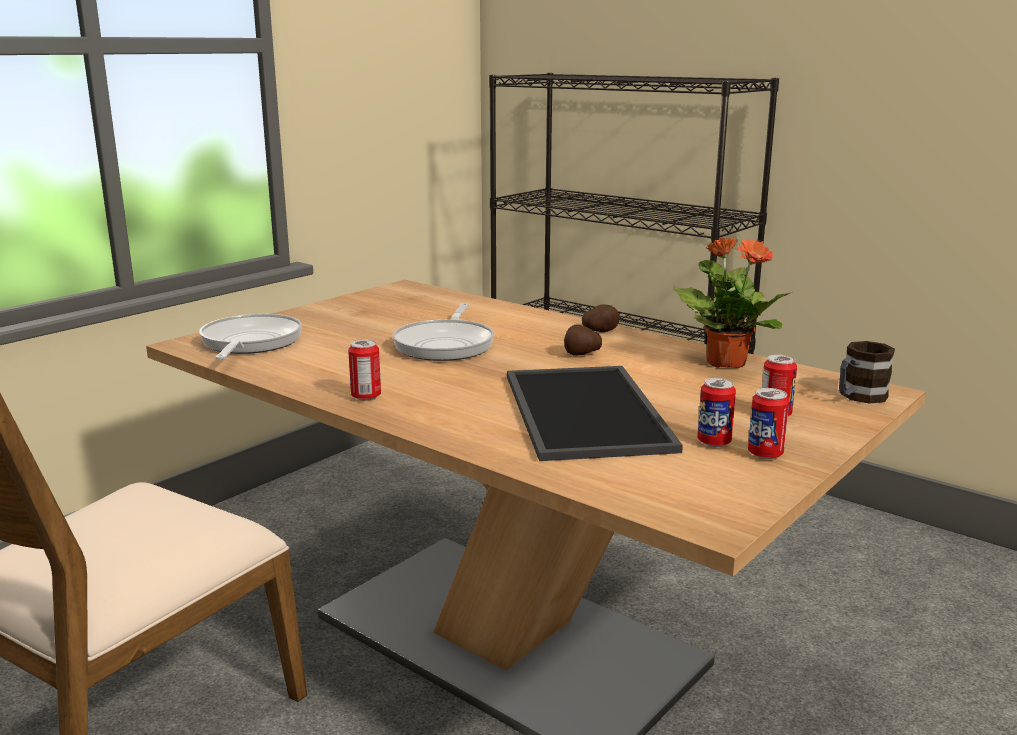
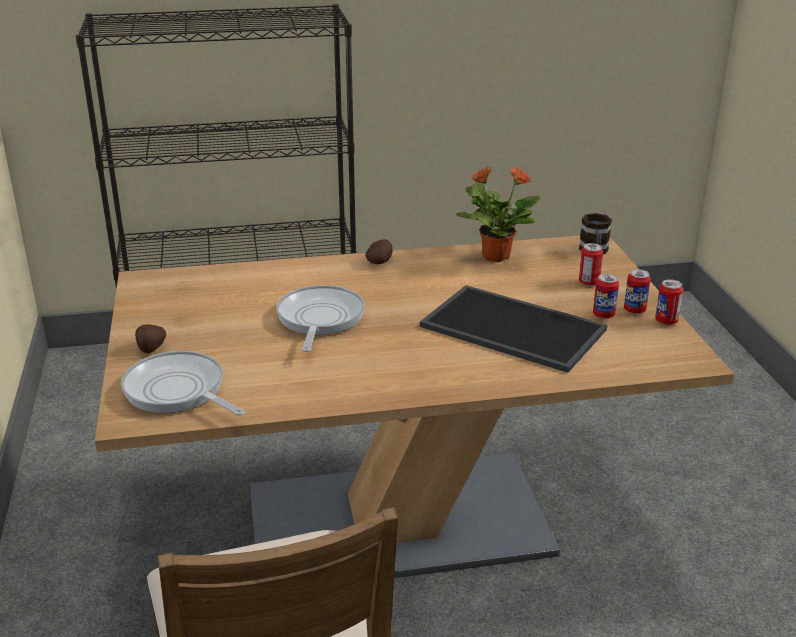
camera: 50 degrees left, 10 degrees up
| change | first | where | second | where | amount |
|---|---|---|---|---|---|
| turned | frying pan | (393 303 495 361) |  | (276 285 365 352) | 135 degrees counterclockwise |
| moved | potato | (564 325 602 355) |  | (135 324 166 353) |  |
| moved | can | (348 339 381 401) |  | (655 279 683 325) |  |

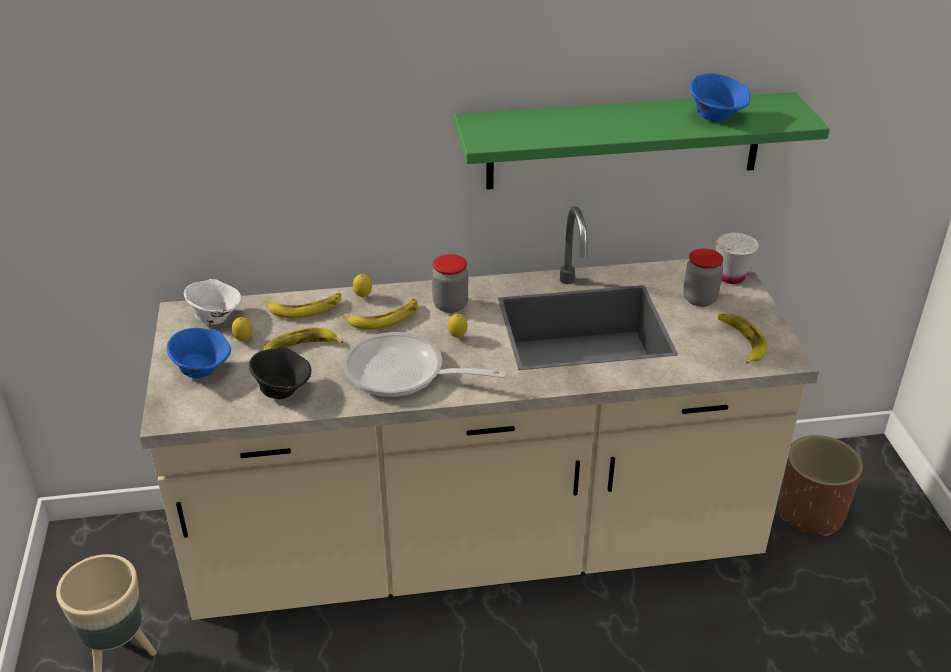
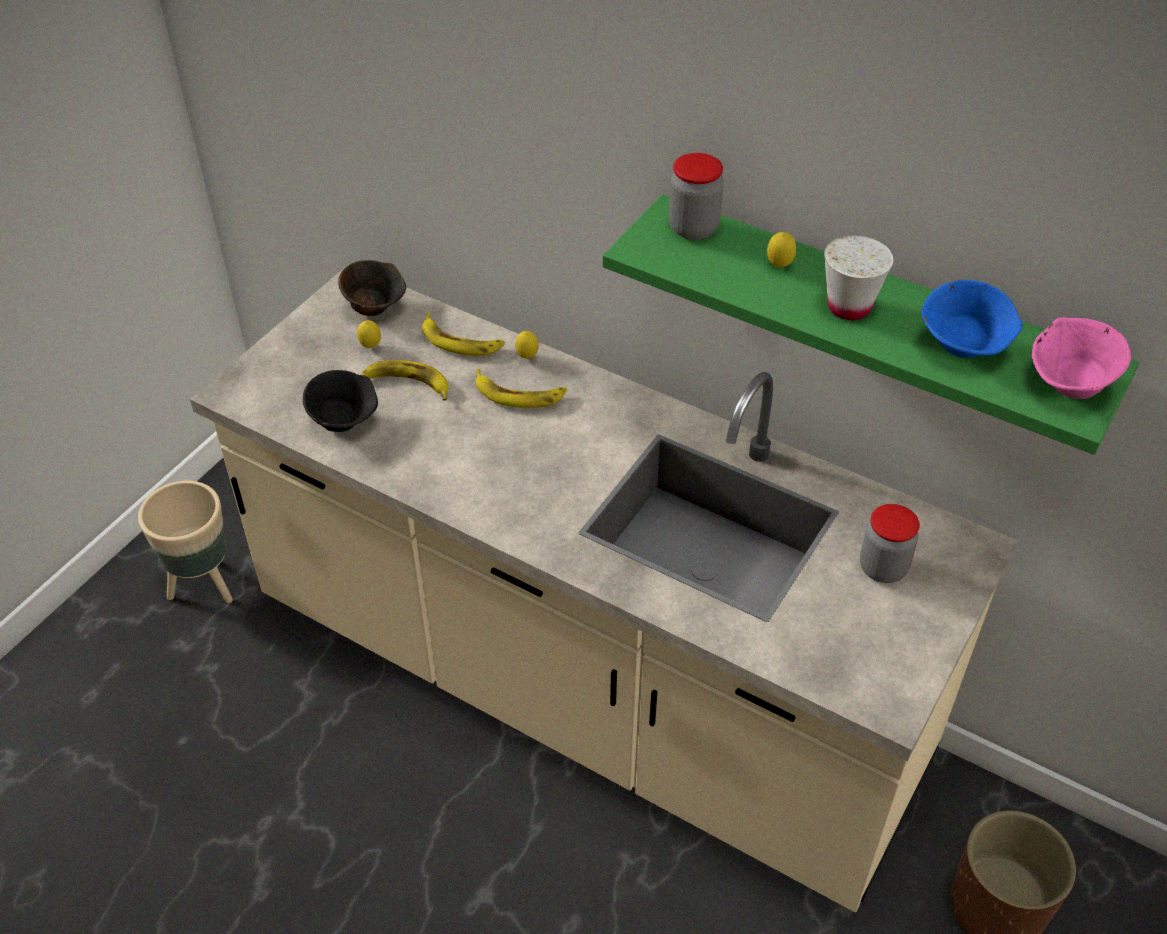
camera: 40 degrees right, 10 degrees up
| change | first | where | second | where | amount |
|---|---|---|---|---|---|
| moved | white cup | (716 232 758 284) |  | (824 236 893 320) |  |
| moved | jar | (432 254 468 313) |  | (669 153 724 240) |  |
| recoloured | white bowl | (184 279 242 325) | brown bowl | (338 260 406 316) |  |
| moved | lemon | (448 314 468 338) |  | (767 232 796 267) |  |
| removed | banana | (718 314 767 364) |  |  |  |
| removed | blue bowl | (167 328 231 378) |  |  |  |
| removed | frying pan | (343 332 507 397) |  |  |  |
| added |  |  | pink bowl | (1032 317 1131 399) |  |

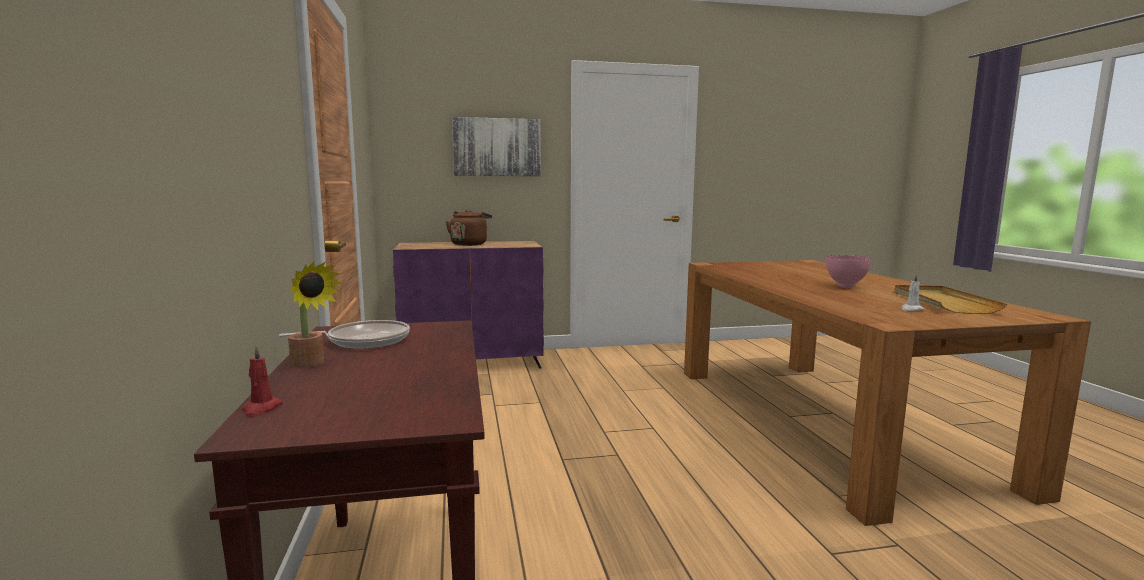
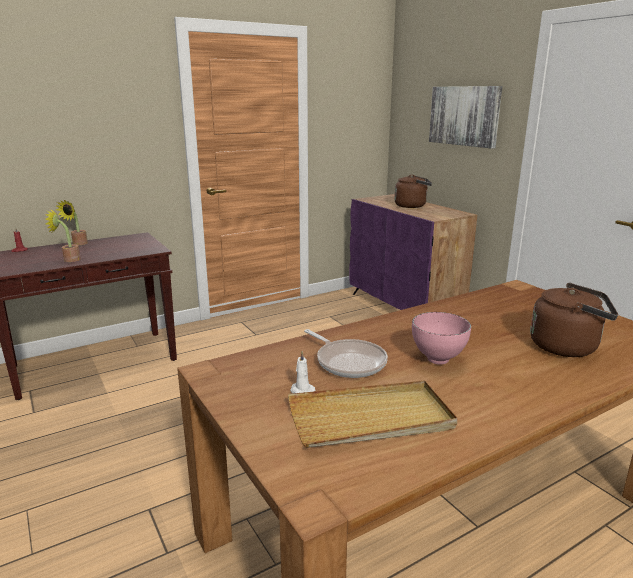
camera: 70 degrees right, 10 degrees up
| change | first | where | second | where | amount |
|---|---|---|---|---|---|
| moved | frying pan | (279 320 410 348) |  | (304 329 388 378) |  |
| added |  |  | potted plant | (45 209 81 262) |  |
| added |  |  | brown kettle | (530 283 618 357) |  |

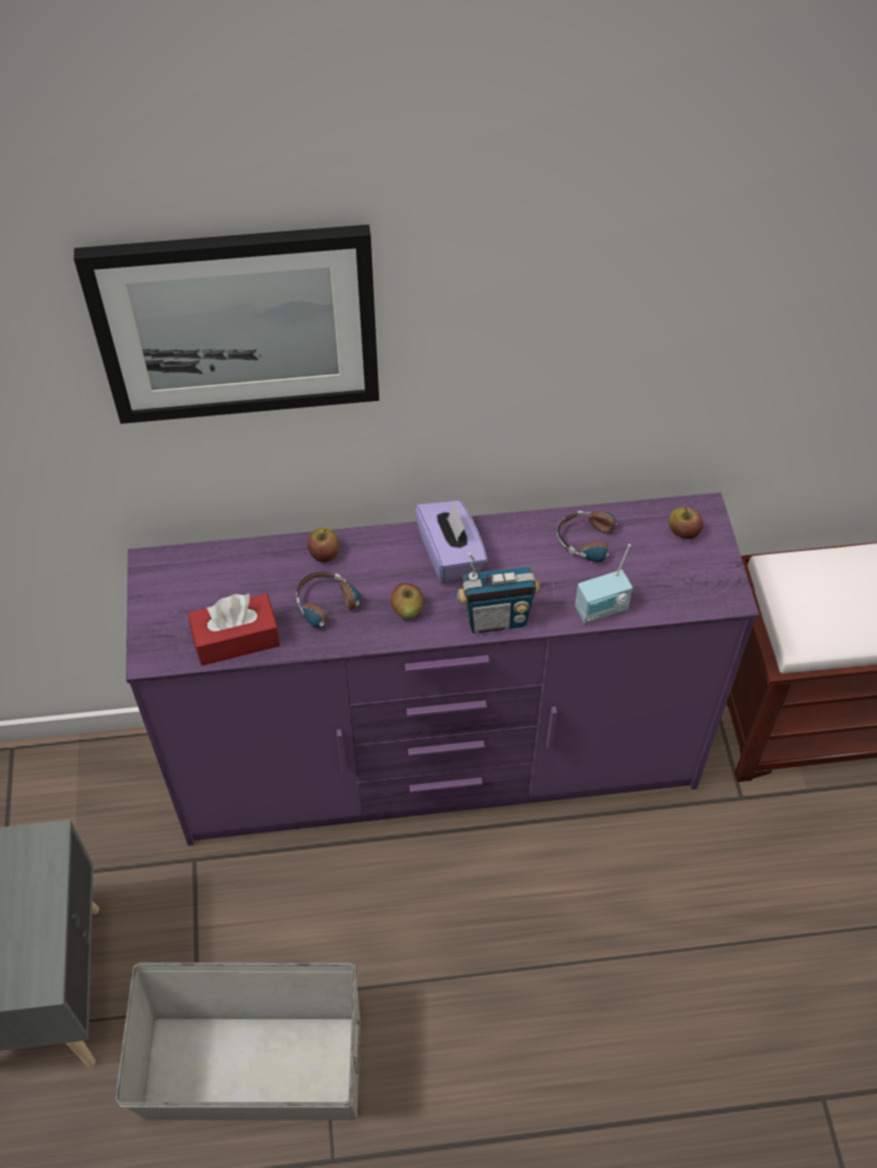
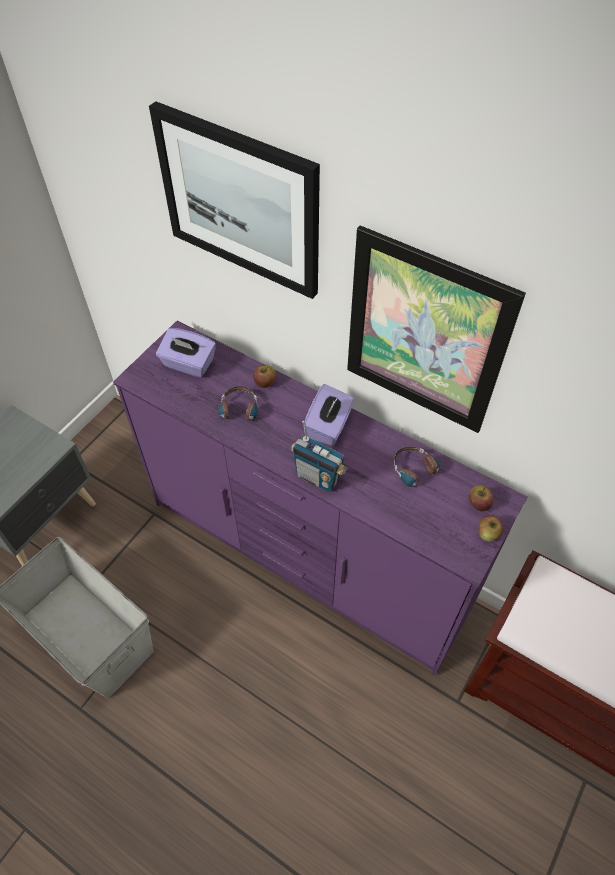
camera: 40 degrees right, 0 degrees up
| change | first | where | second | where | amount |
|---|---|---|---|---|---|
| removed | radio | (575 544 633 623) |  |  |  |
| moved | apple | (390 583 424 619) |  | (478 515 504 542) |  |
| removed | red tissue box | (188 593 280 666) |  |  |  |
| added |  |  | picture | (347 225 526 433) |  |
| added |  |  | purple tissue box | (156 328 216 378) |  |

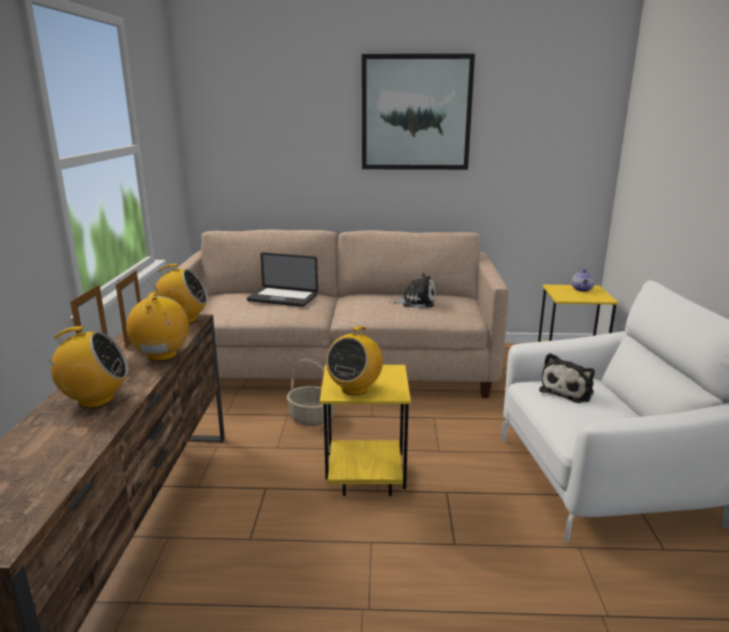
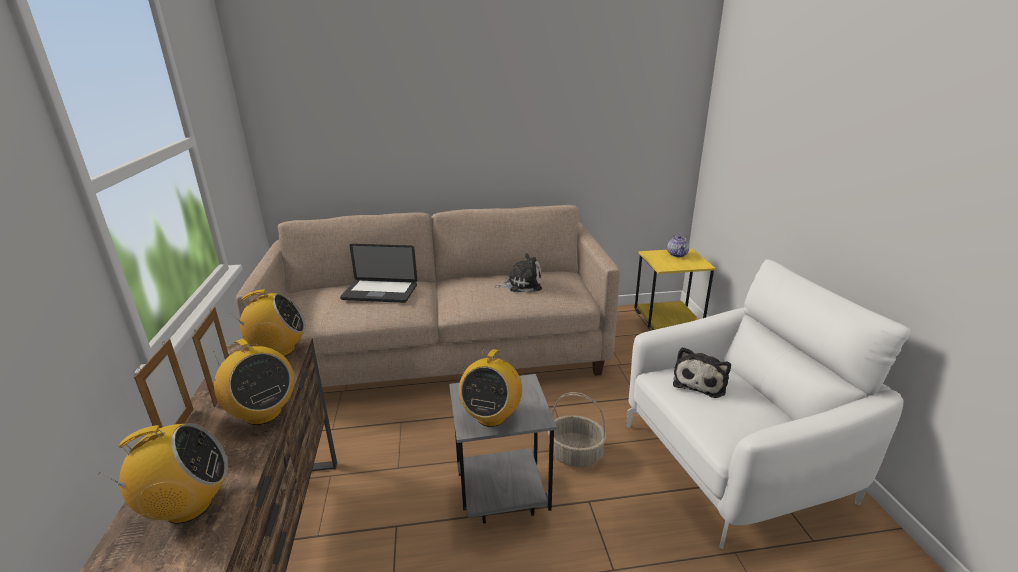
camera: 10 degrees left, 5 degrees up
| change | first | where | second | where | amount |
|---|---|---|---|---|---|
| removed | picture | (362 54 475 170) |  |  |  |
| turned | radio | (126 292 189 361) |  | (213 339 294 425) | 150 degrees clockwise |
| moved | basket | (287 358 334 426) |  | (547 392 606 467) |  |
| recoloured | yellow side table | (320 365 411 496) | grey side table | (449 374 557 524) |  |

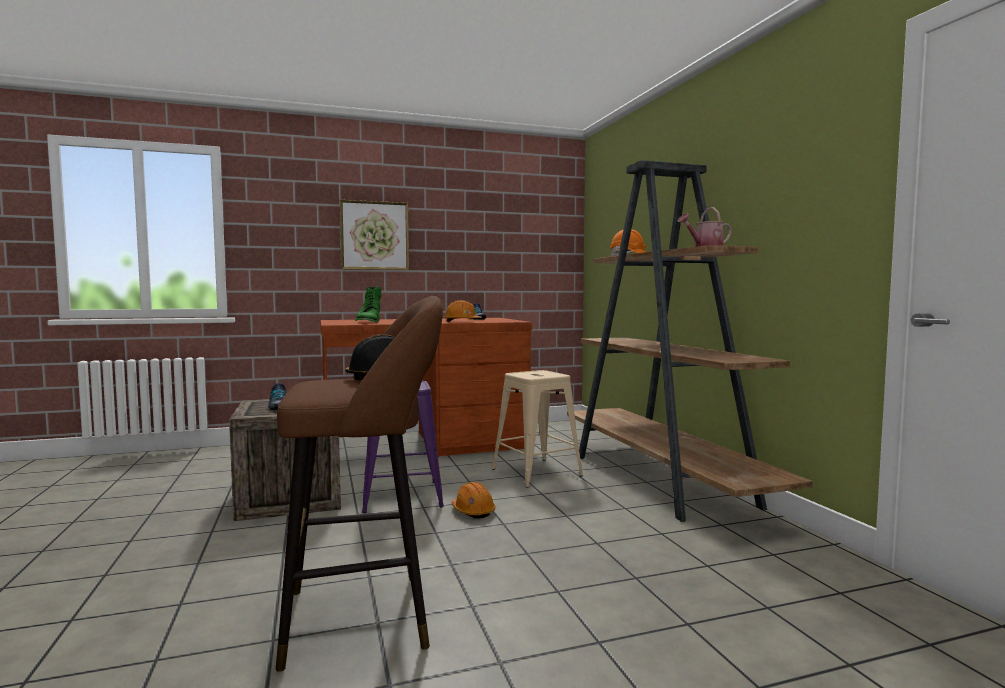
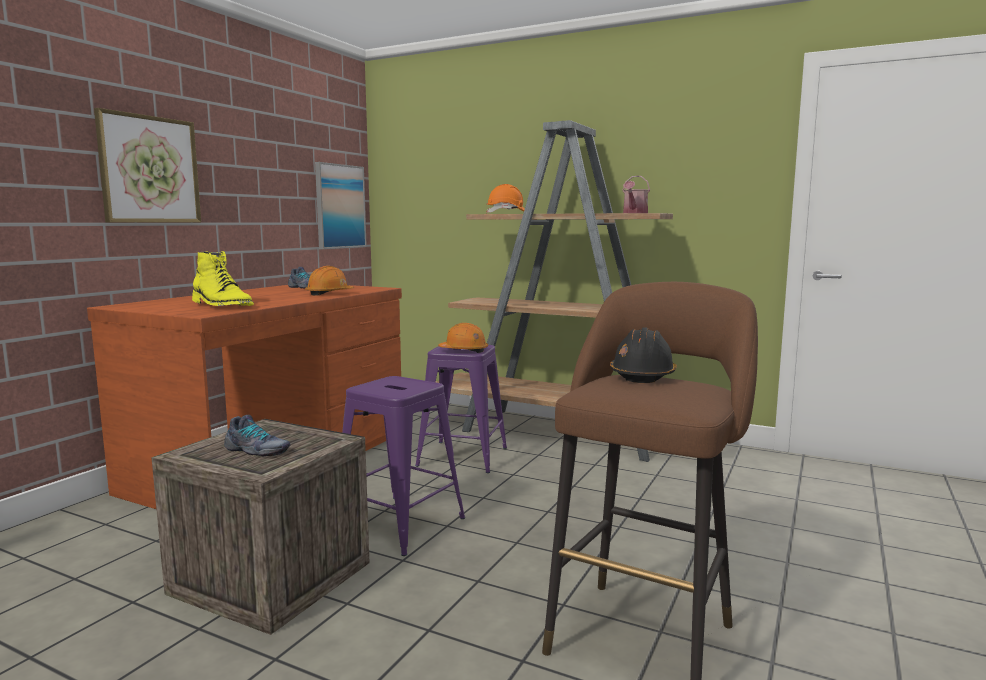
camera: 45 degrees left, 5 degrees up
| change | first | where | second | where | amount |
|---|---|---|---|---|---|
| recoloured | green boot | (355 286 382 323) | yellow boot | (192 251 254 306) |  |
| recoloured | beige stool | (492 370 583 488) | purple stool | (415 345 507 473) |  |
| moved | orange hard hat | (452 482 495 519) |  | (438 323 488 353) |  |
| added |  |  | picture | (315 162 367 249) |  |

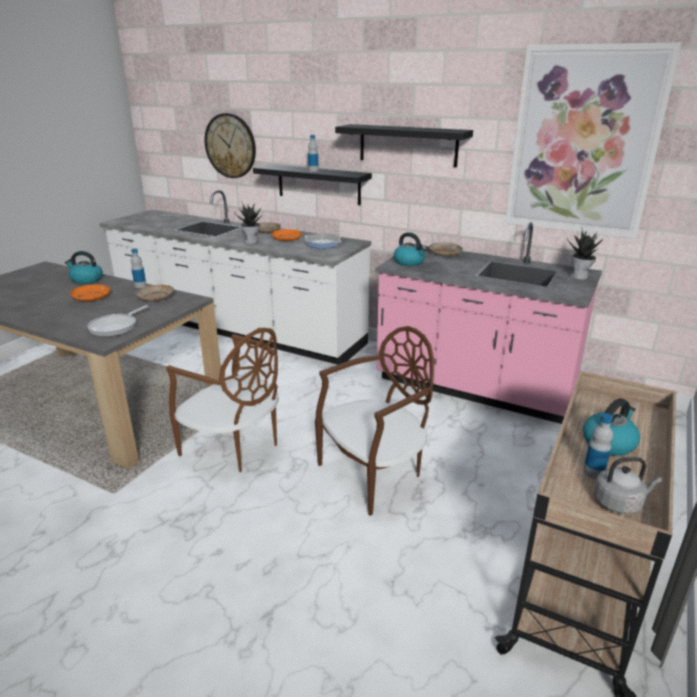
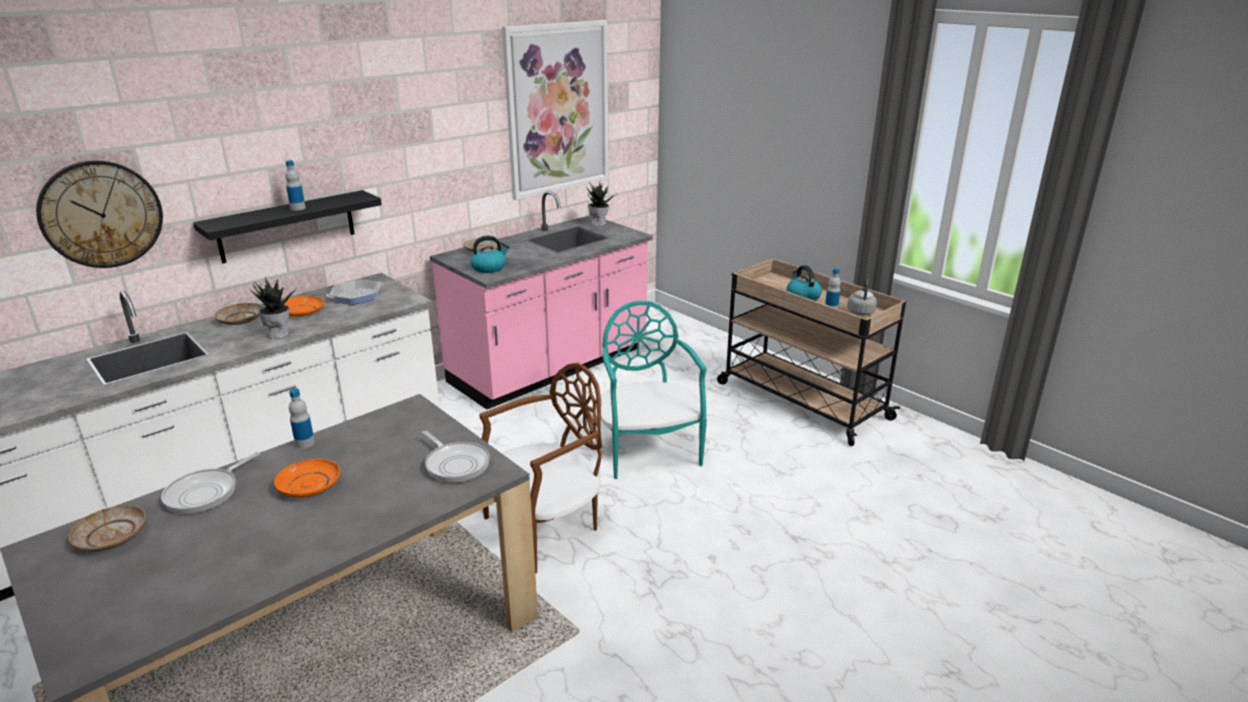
camera: 70 degrees left, 0 degrees up
| change | first | where | second | where | amount |
|---|---|---|---|---|---|
| removed | black shelf | (335 124 473 167) |  |  |  |
| replaced | kettle | (65 251 103 284) | frying pan | (161 452 260 514) |  |
| moved | beige plate | (135 285 174 302) |  | (68 505 146 552) |  |
| recoloured | brown chair | (315 326 434 516) | turquoise chair | (601 300 707 479) |  |

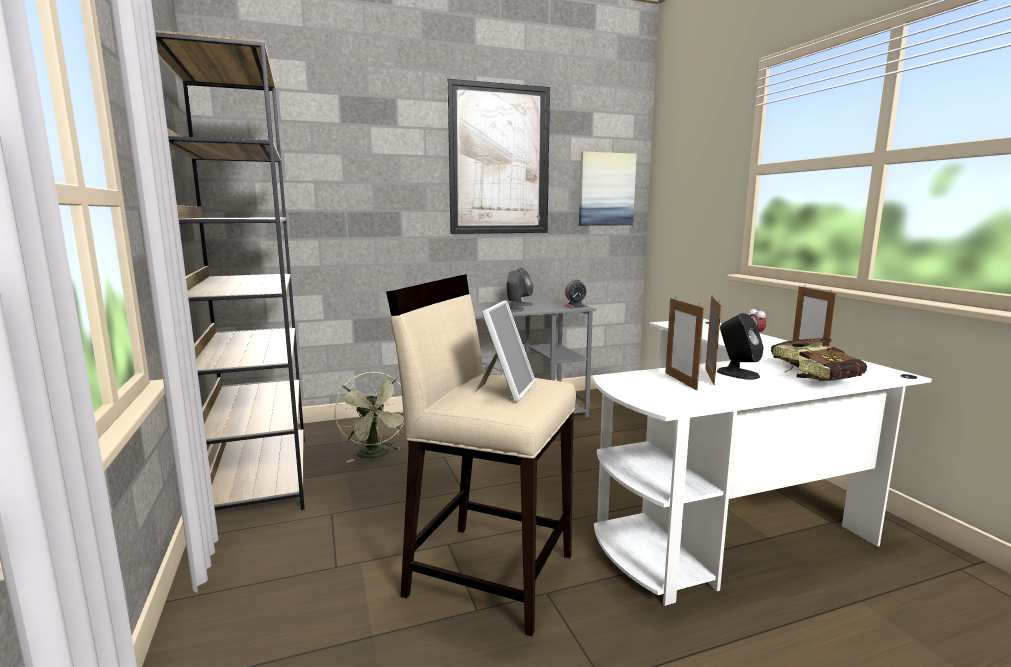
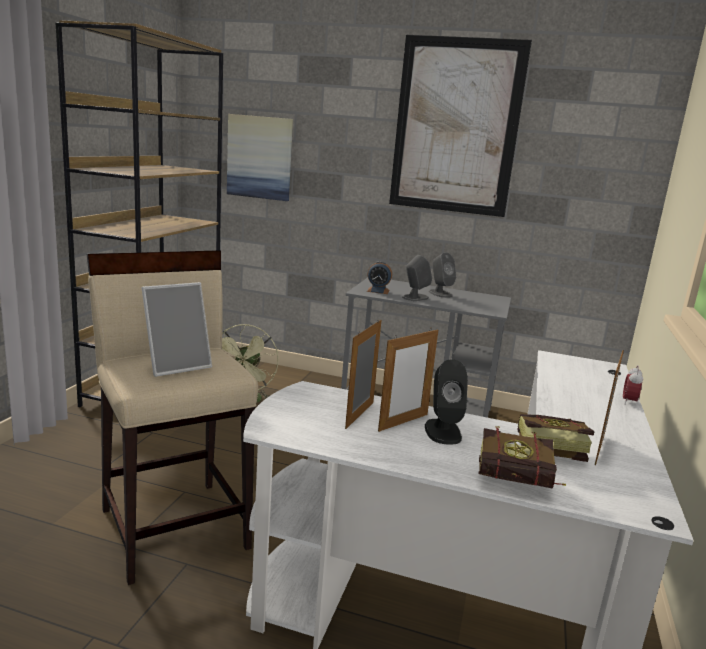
camera: 35 degrees right, 5 degrees up
| change | first | where | second | where | amount |
|---|---|---|---|---|---|
| moved | picture | (579 152 637 226) |  | (227 114 293 201) |  |
| moved | alarm clock | (564 280 587 308) |  | (367 261 392 294) |  |

